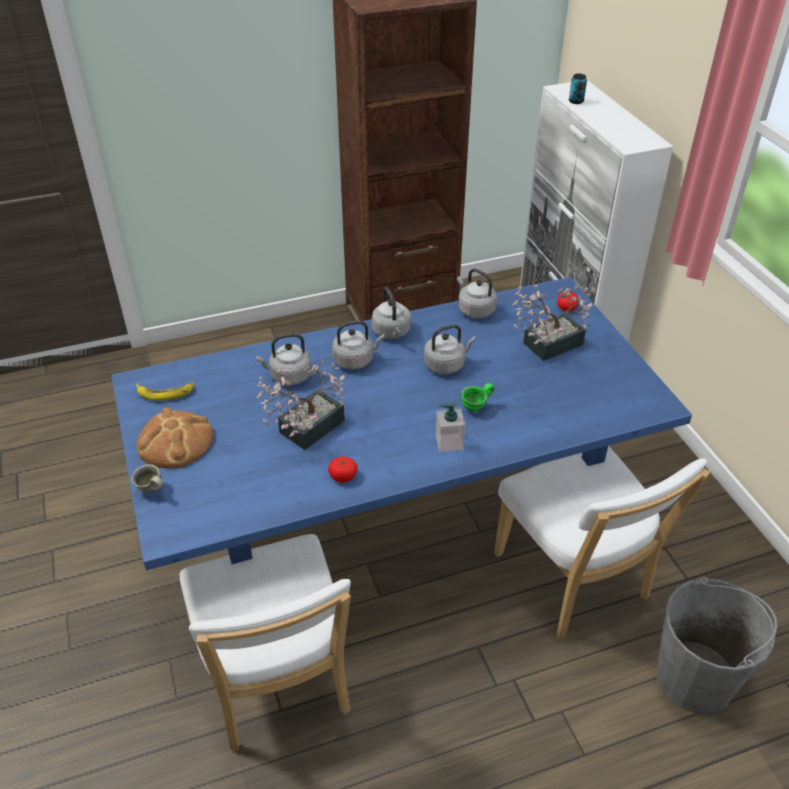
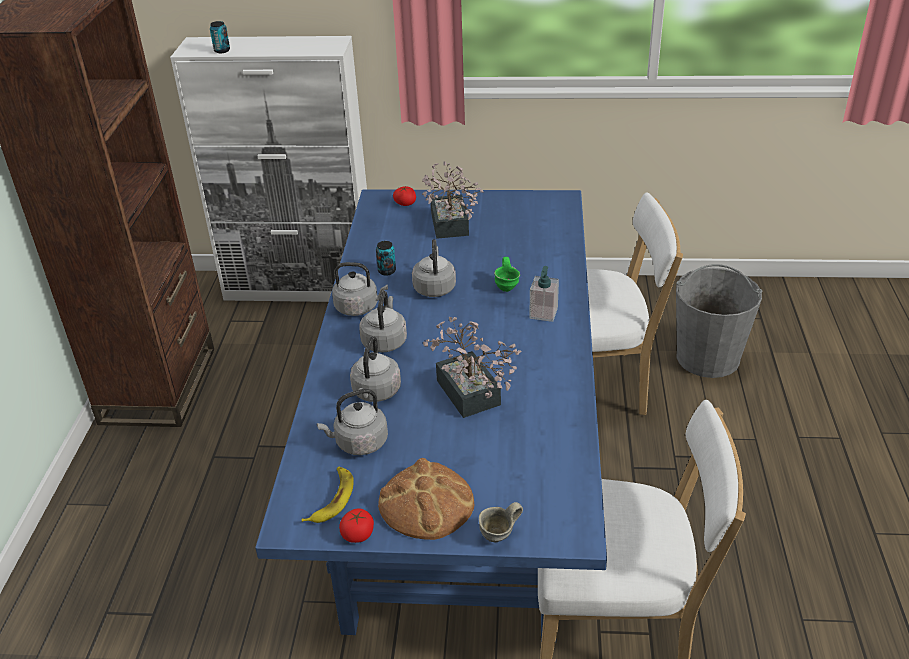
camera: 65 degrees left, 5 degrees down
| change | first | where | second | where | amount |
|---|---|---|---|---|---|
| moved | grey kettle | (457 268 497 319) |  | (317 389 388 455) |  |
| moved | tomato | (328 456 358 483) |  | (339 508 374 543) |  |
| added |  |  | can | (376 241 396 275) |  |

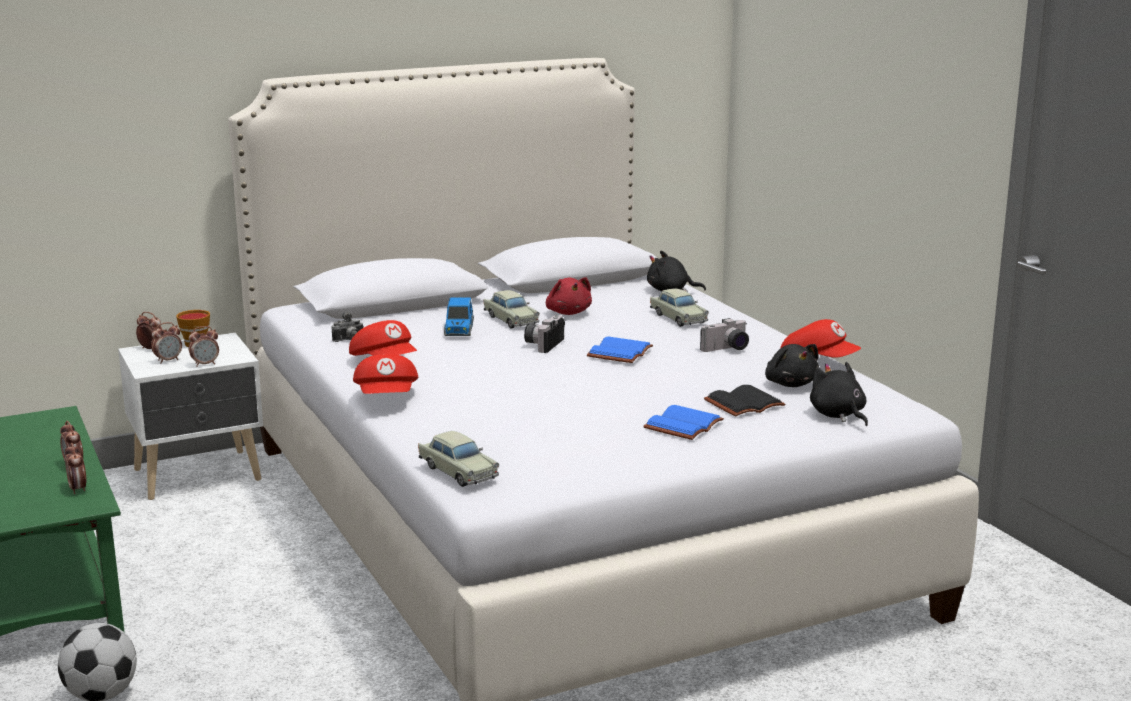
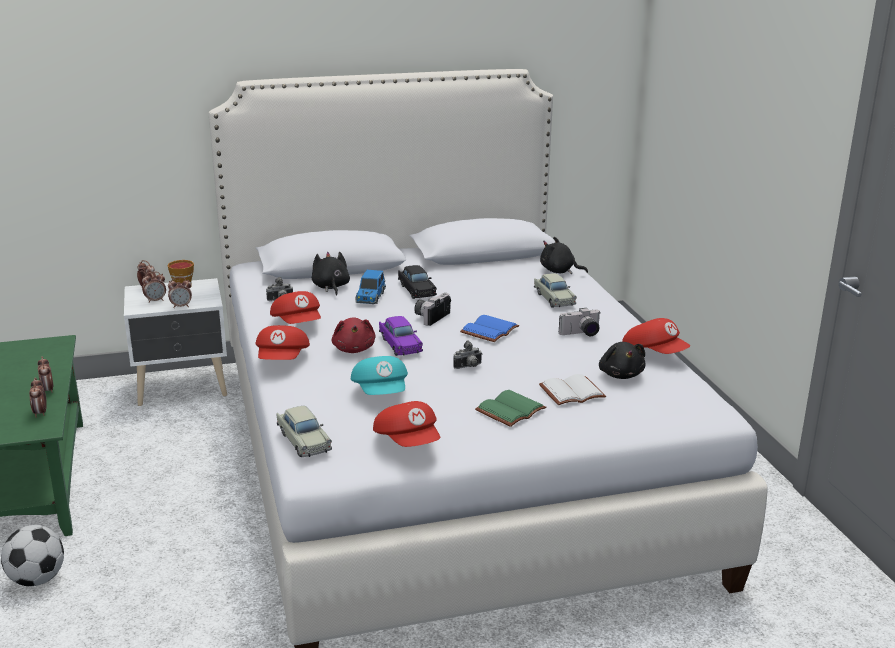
camera: 10 degrees right, 5 degrees up
| change | first | where | second | where | amount |
|---|---|---|---|---|---|
| moved | red plush toy | (546 277 592 315) |  | (332 317 375 353) |  |
| recoloured | beige toy car | (484 290 540 328) | black toy car | (398 265 437 299) |  |
| moved | black plush toy | (810 362 868 426) |  | (312 252 350 296) |  |
| recoloured | black book | (704 385 785 417) | white book | (539 374 606 405) |  |
| recoloured | blue book | (643 405 724 440) | green book | (475 390 546 427) |  |
| added |  |  | purple toy car | (379 316 423 356) |  |
| added |  |  | photo camera | (453 340 482 369) |  |
| added |  |  | turquoise cap | (351 356 408 395) |  |
| added |  |  | red cap | (373 401 440 447) |  |

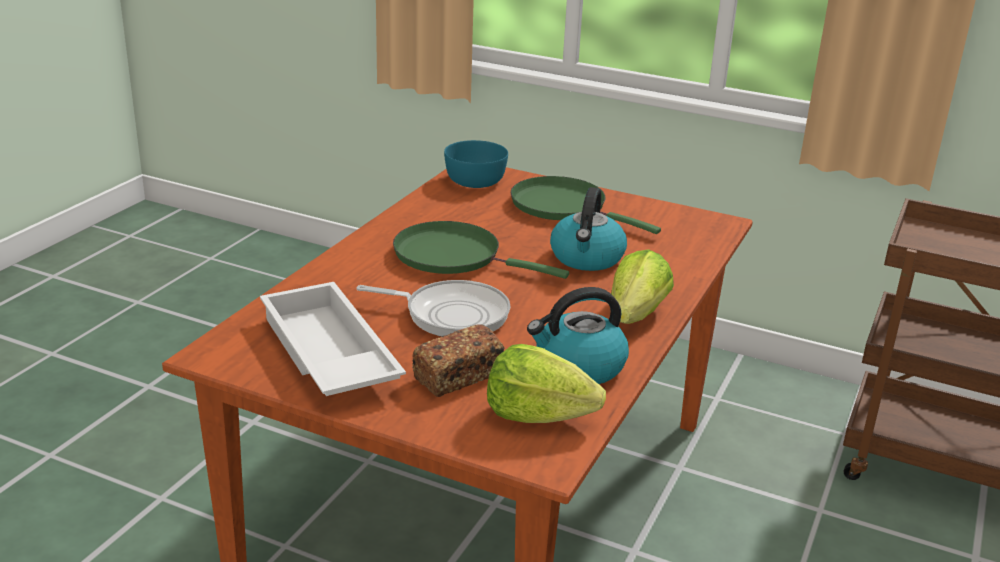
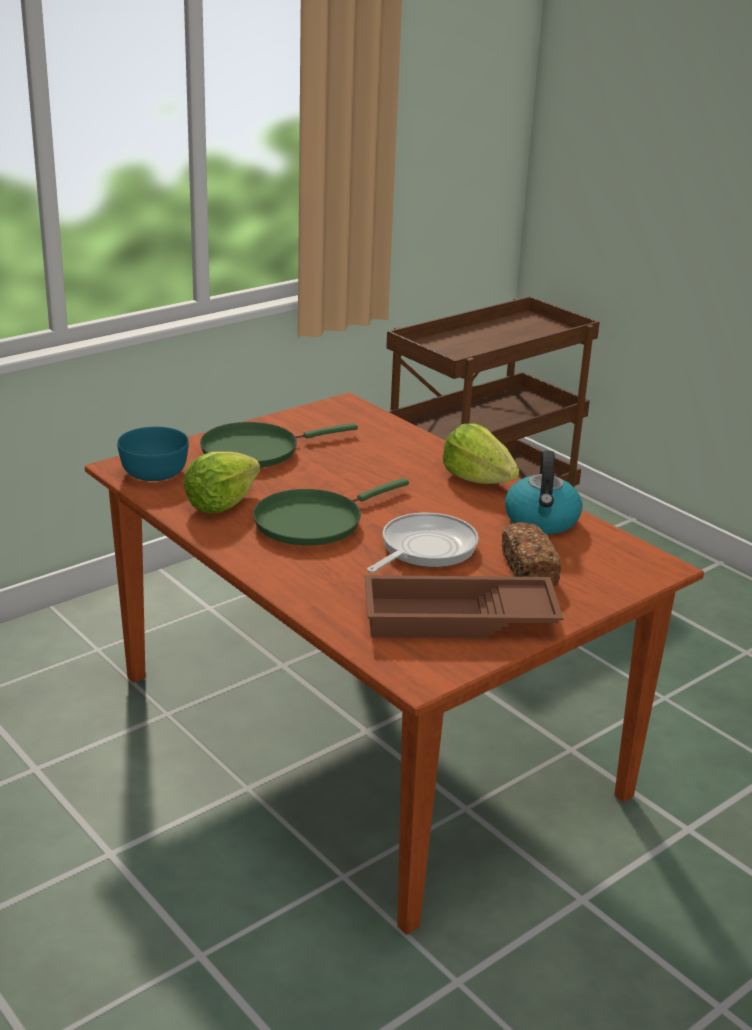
camera: 65 degrees left, 0 degrees up
| change | first | where | second | where | amount |
|---|---|---|---|---|---|
| removed | kettle | (550 187 627 271) |  |  |  |
| recoloured | white tray | (260 282 406 396) | brown tray | (365 575 564 638) |  |
| moved | lettuce | (487 344 606 423) |  | (184 452 260 513) |  |

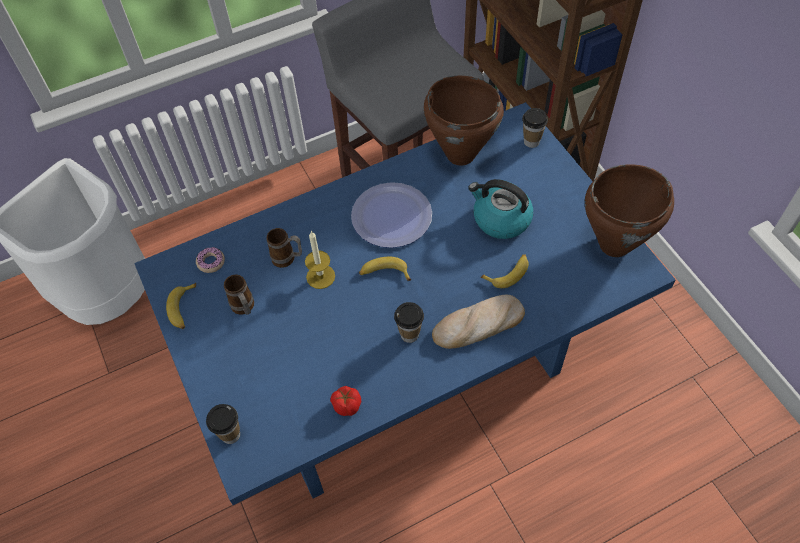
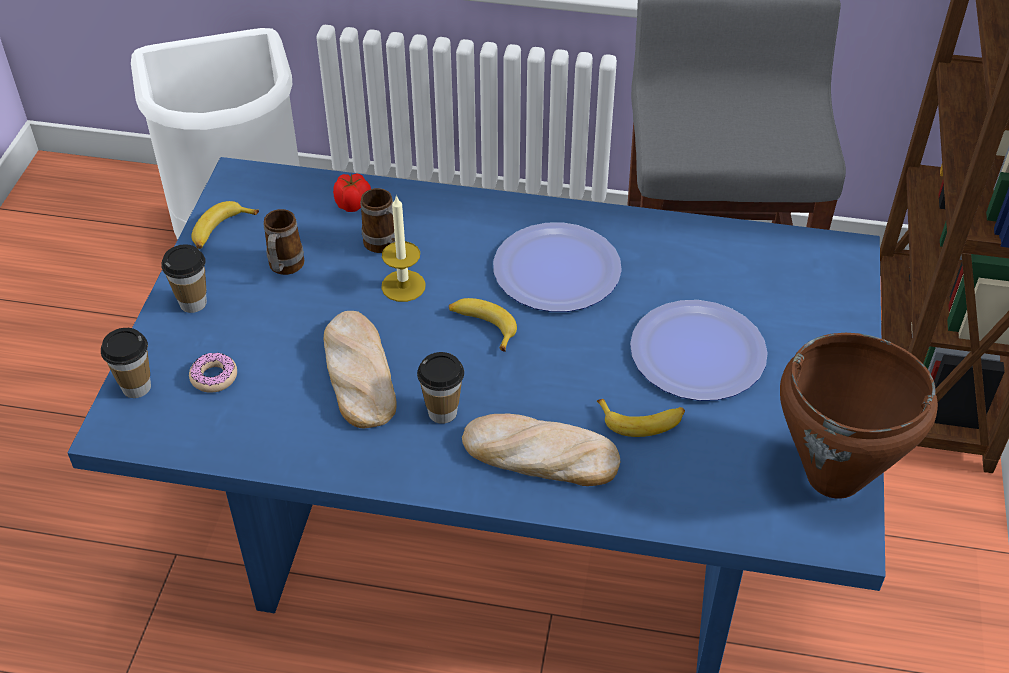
camera: 35 degrees right, 10 degrees down
| change | first | where | second | where | amount |
|---|---|---|---|---|---|
| removed | brown cooking pot | (424 76 504 166) |  |  |  |
| moved | cup | (522 108 548 148) |  | (161 244 207 313) |  |
| replaced | kettle | (468 179 533 239) | plate | (630 300 768 401) |  |
| moved | donut | (196 247 225 273) |  | (189 353 237 393) |  |
| moved | tomato | (330 386 361 416) |  | (333 173 371 212) |  |
| added |  |  | bread | (324 311 396 429) |  |

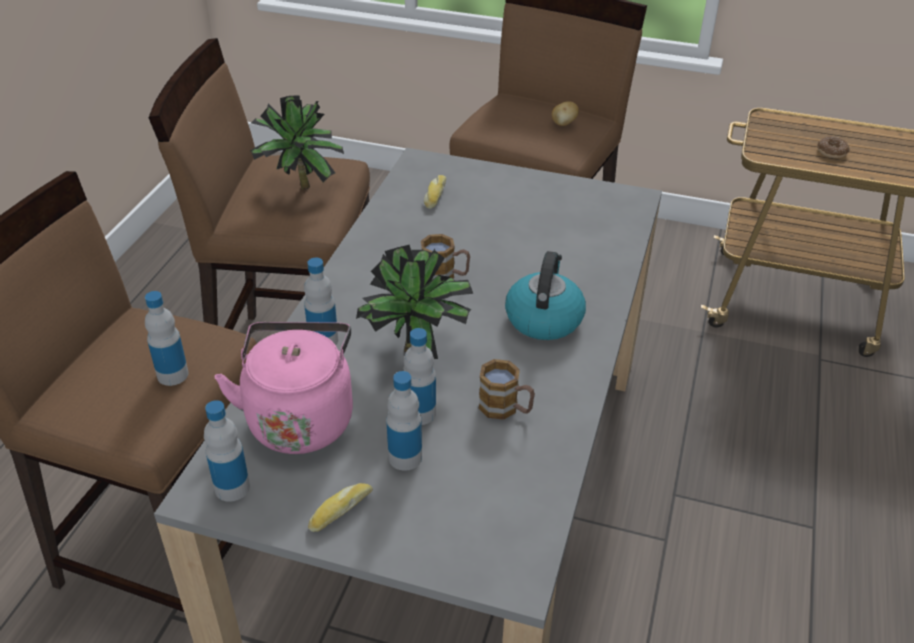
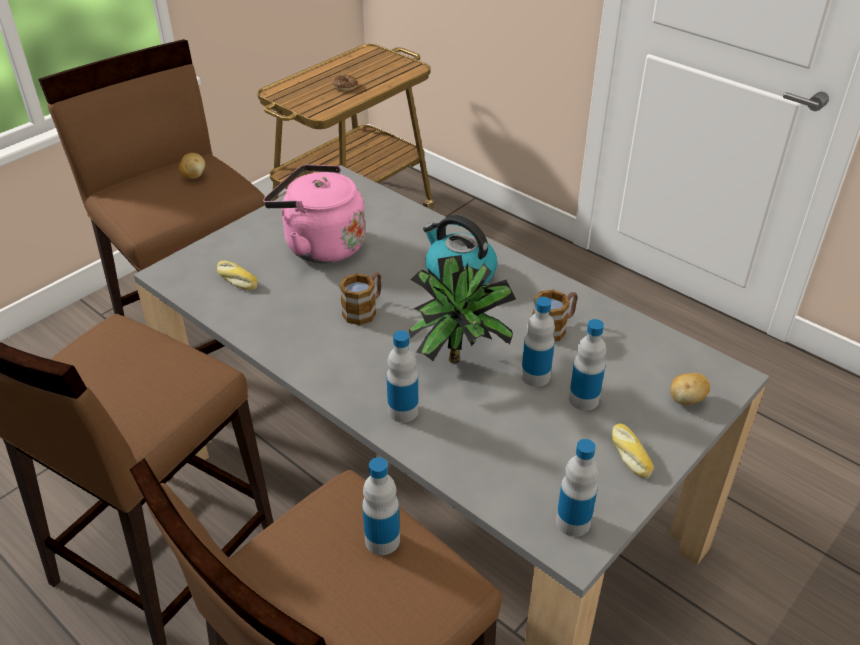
camera: 65 degrees left, 0 degrees up
| change | first | where | second | where | amount |
|---|---|---|---|---|---|
| removed | potted plant | (250 95 344 190) |  |  |  |
| moved | pink kettle | (215 322 353 454) |  | (263 165 366 263) |  |
| added |  |  | potato | (671 373 710 405) |  |

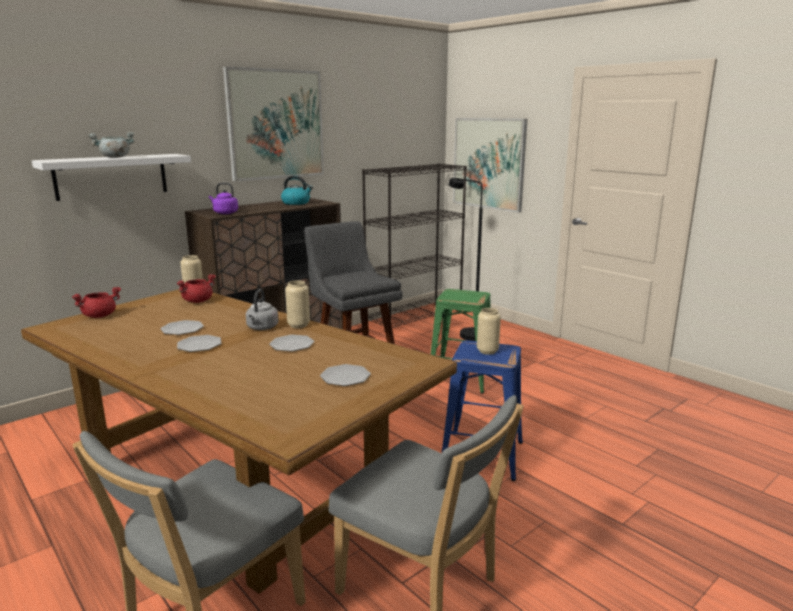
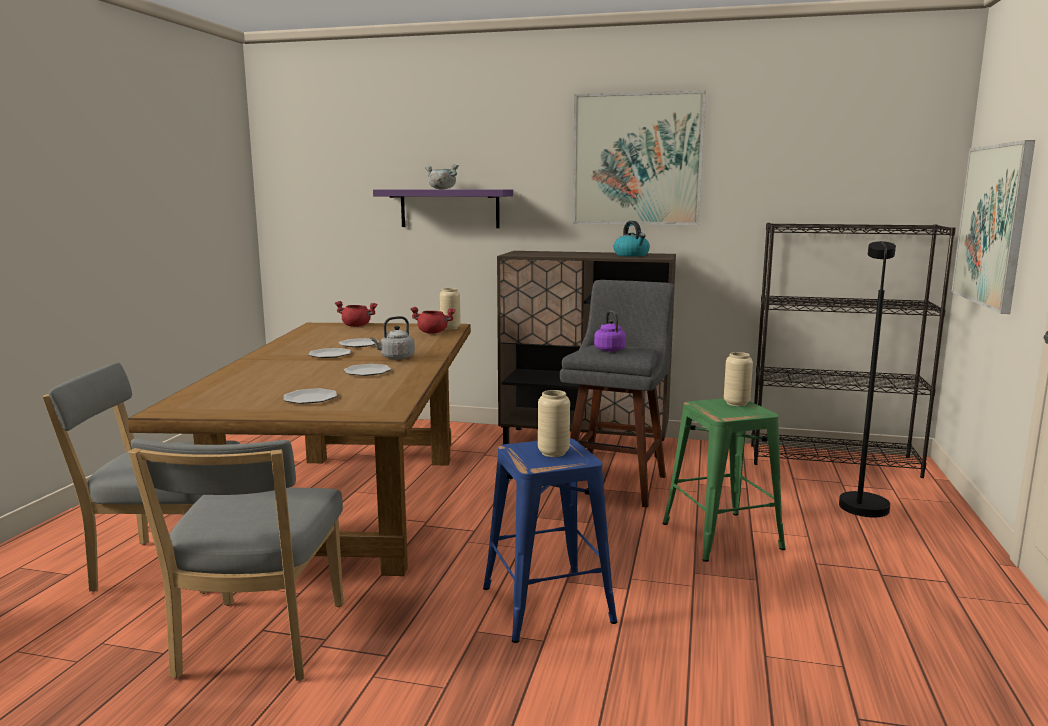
camera: 55 degrees right, 5 degrees down
| change | first | where | second | where | amount |
|---|---|---|---|---|---|
| recoloured | white shelf | (32 154 191 201) | purple shelf | (373 189 513 228) |  |
| moved | purple kettle | (209 183 238 214) |  | (594 311 626 352) |  |
| moved | beige vase | (285 280 310 328) |  | (724 352 753 406) |  |

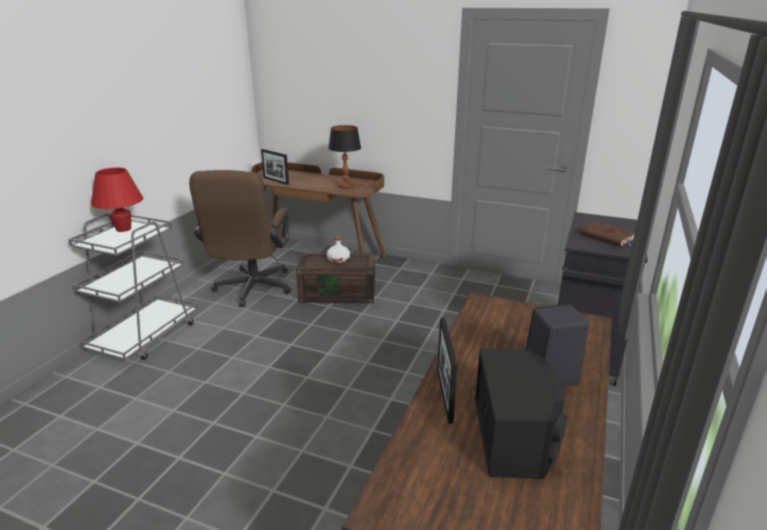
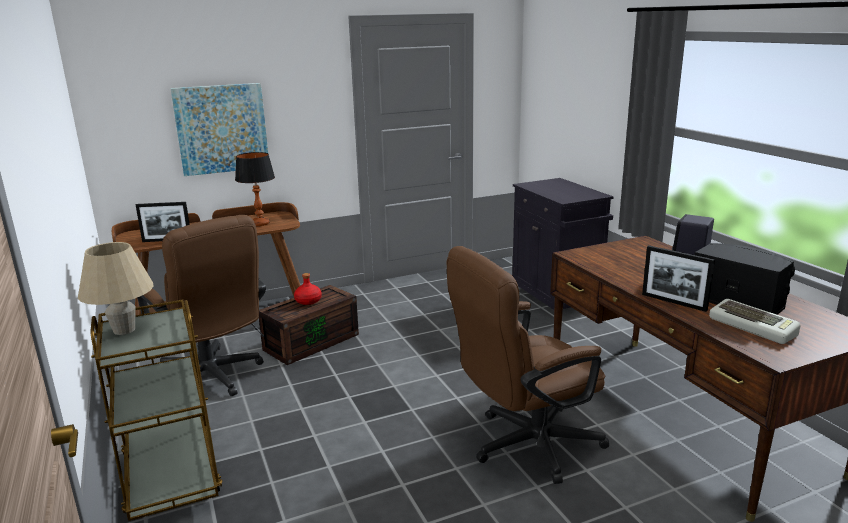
camera: 45 degrees left, 5 degrees down
| change | first | where | second | where | amount |
|---|---|---|---|---|---|
| recoloured | red table lamp | (91 168 143 232) | beige table lamp | (78 242 153 335) |  |
| recoloured | grey cart | (68 214 198 360) | brown cart | (90 299 222 521) |  |
| removed | brown book | (580 221 635 247) |  |  |  |
| recoloured | white bottle | (327 236 350 263) | red bottle | (294 273 322 305) |  |
| added |  |  | picture | (170 83 268 176) |  |
| added |  |  | brown office chair | (447 246 609 484) |  |
| added |  |  | keyboard | (709 299 801 344) |  |

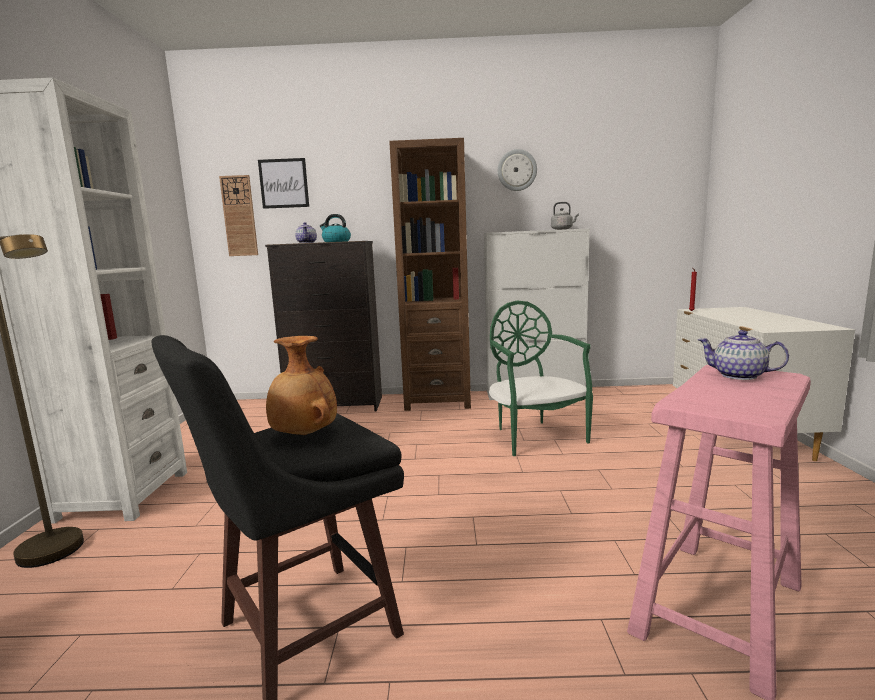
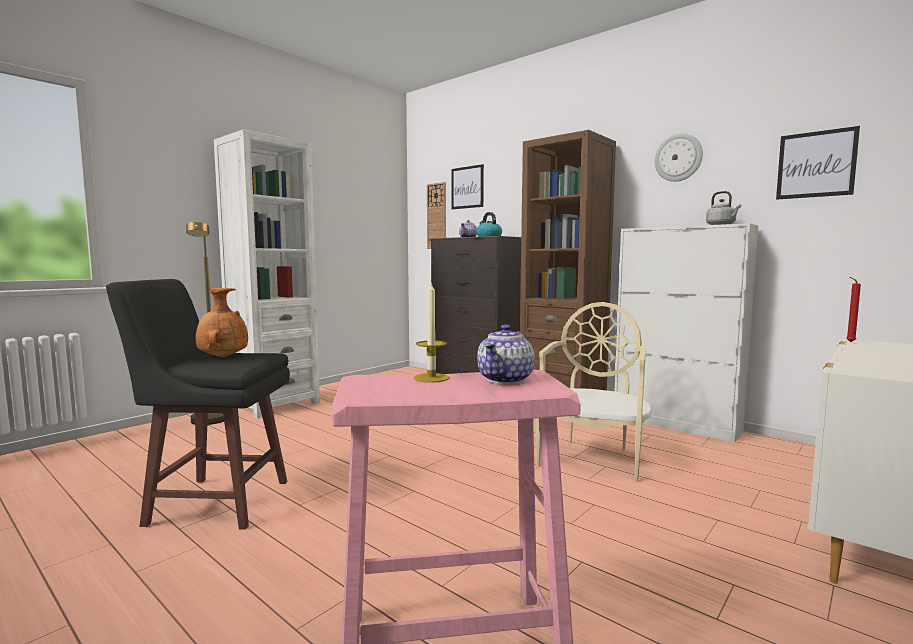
camera: 40 degrees right, 5 degrees down
| change | first | where | second | where | amount |
|---|---|---|---|---|---|
| recoloured | green chair | (489 301 593 456) | beige chair | (536 302 652 482) |  |
| turned | teapot | (697 330 789 380) |  | (477 324 535 384) | 135 degrees counterclockwise |
| added |  |  | picture | (776 126 860 200) |  |
| added |  |  | candle | (413 282 450 383) |  |

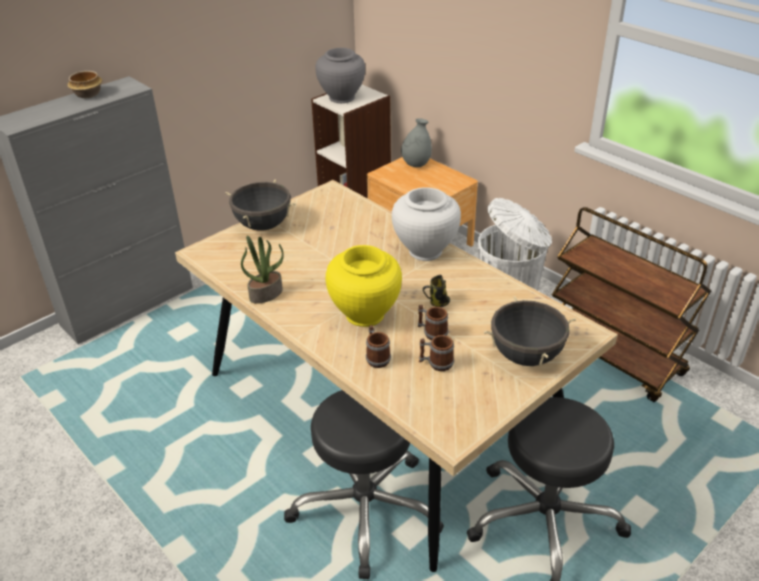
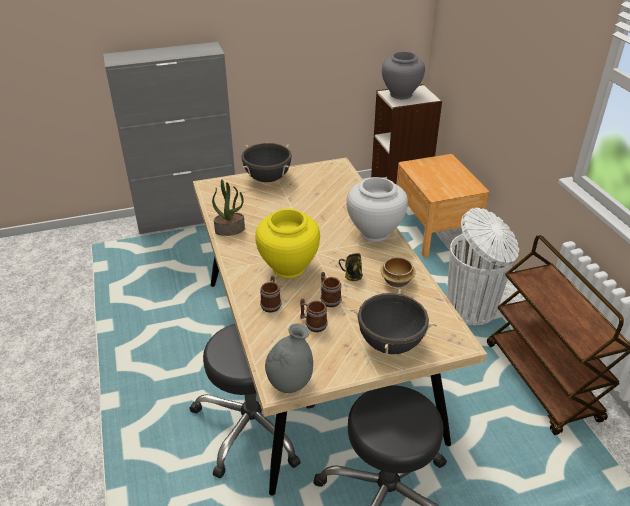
camera: 25 degrees right, 0 degrees up
| change | first | where | second | where | amount |
|---|---|---|---|---|---|
| moved | bowl | (67 71 102 98) |  | (381 257 416 287) |  |
| moved | grey vase | (401 118 432 167) |  | (265 323 313 393) |  |

